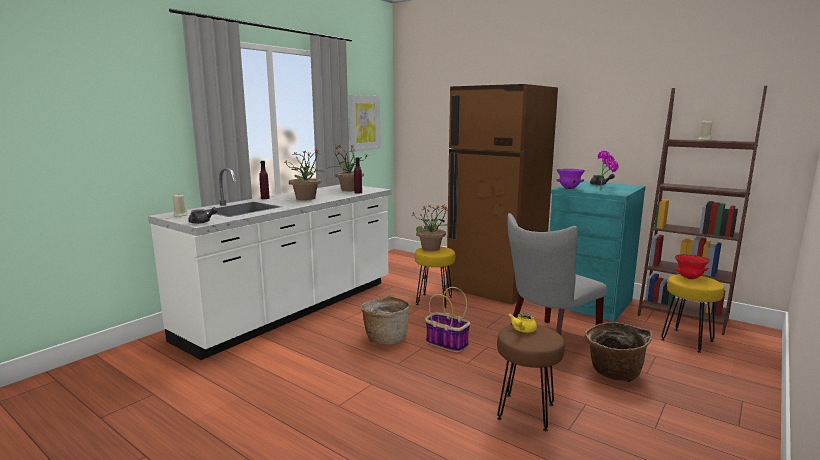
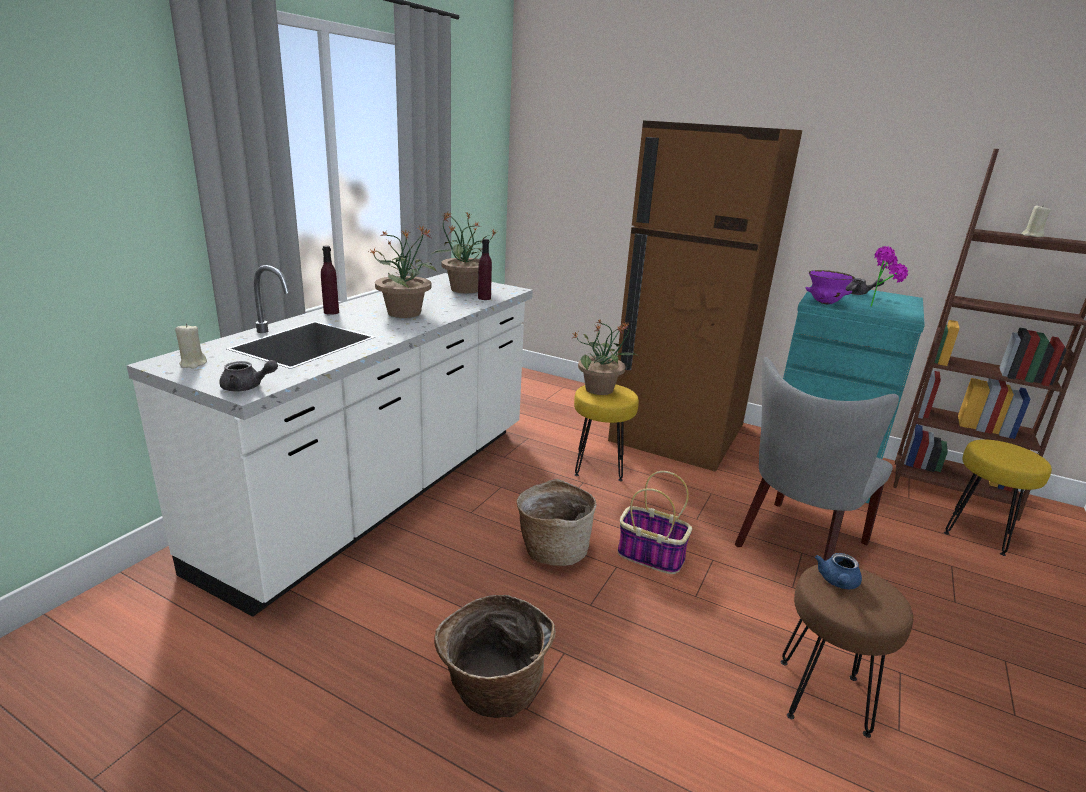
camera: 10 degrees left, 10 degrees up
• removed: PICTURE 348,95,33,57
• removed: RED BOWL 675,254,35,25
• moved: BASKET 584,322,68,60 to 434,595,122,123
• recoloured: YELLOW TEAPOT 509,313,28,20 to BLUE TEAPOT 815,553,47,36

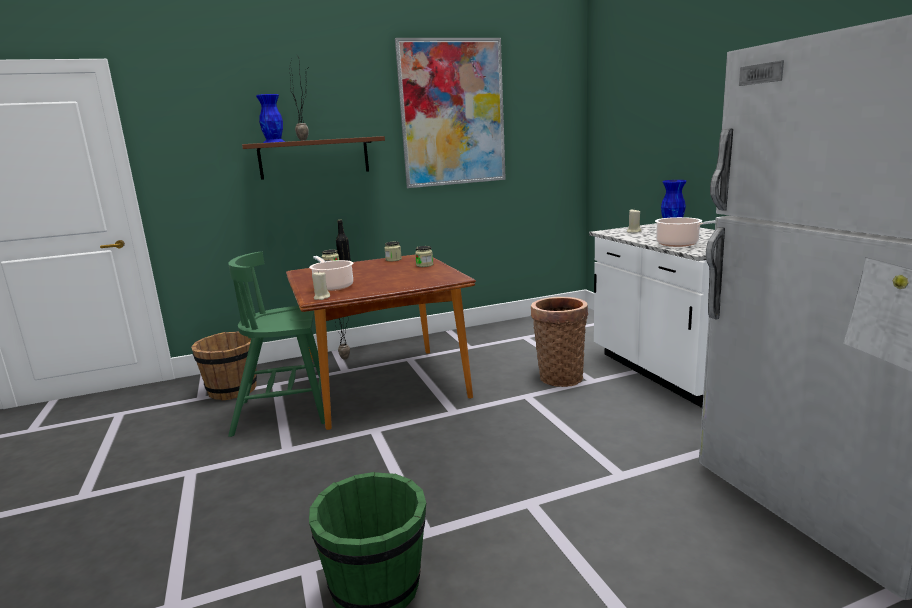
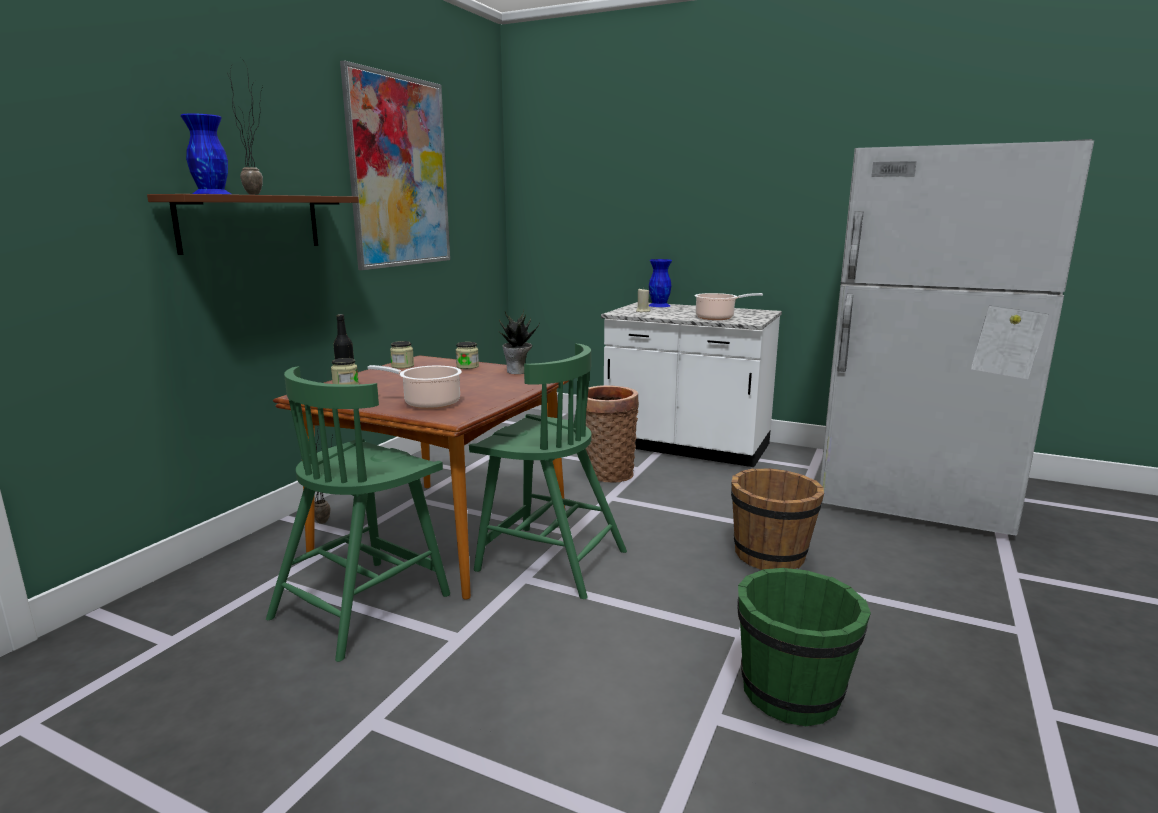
camera: 45 degrees left, 0 degrees up
• removed: BEIGE CANDLE 312,271,18,29
• added: GREEN CHAIR 469,344,158,255
• added: POTTED PLANT 498,310,42,64
• moved: BROWN BUCKET 191,331,66,69 to 731,468,93,102

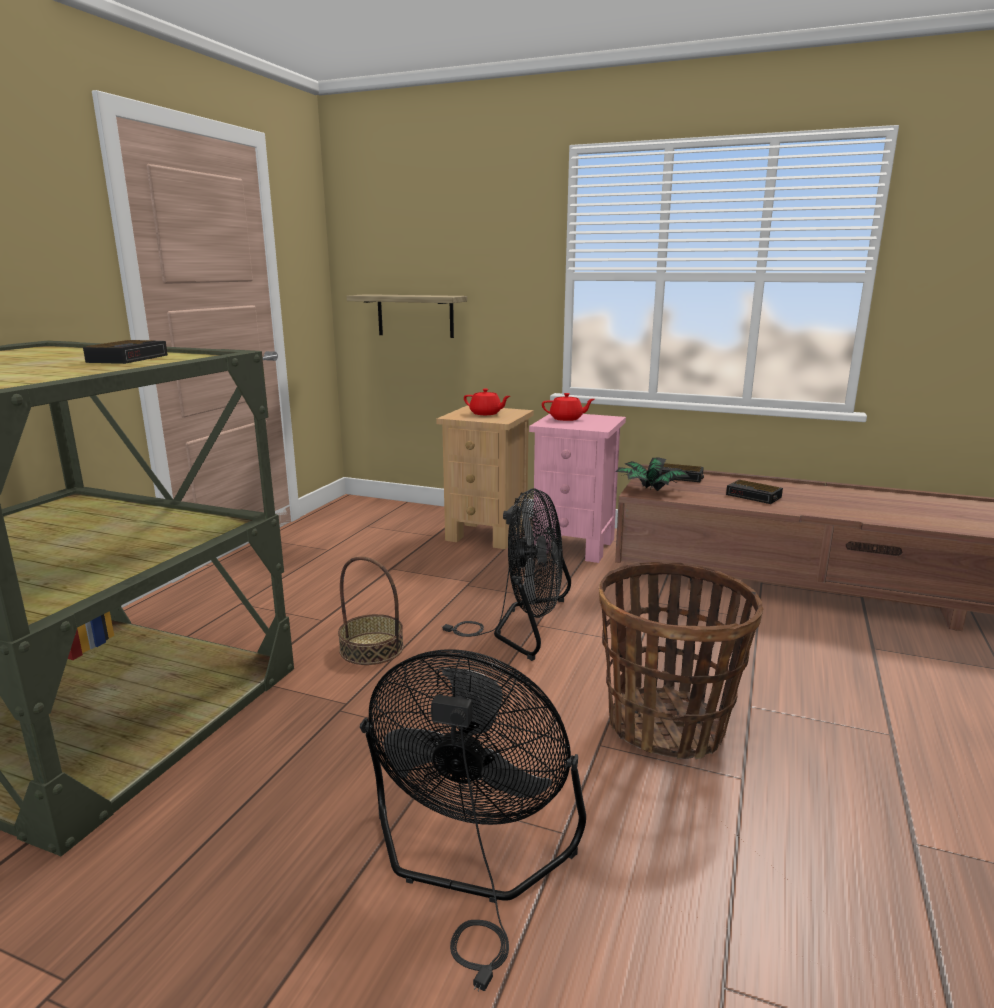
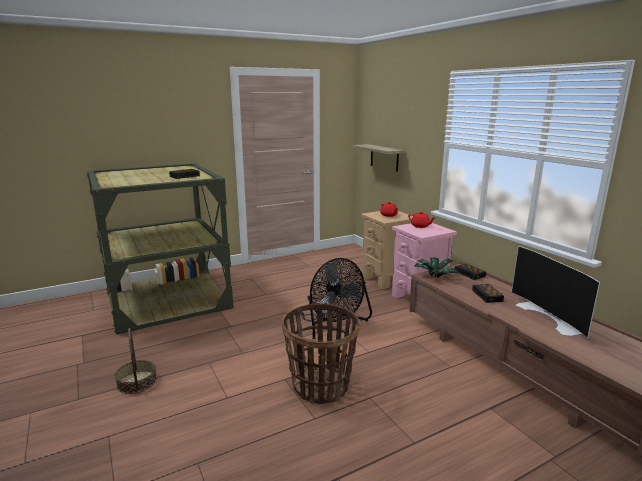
camera: 40 degrees right, 0 degrees up
• removed: BLACK FAN 360,649,226,343
• added: TELEVISION 511,246,89,92
• moved: BASKET 338,556,66,109 to 115,328,42,66

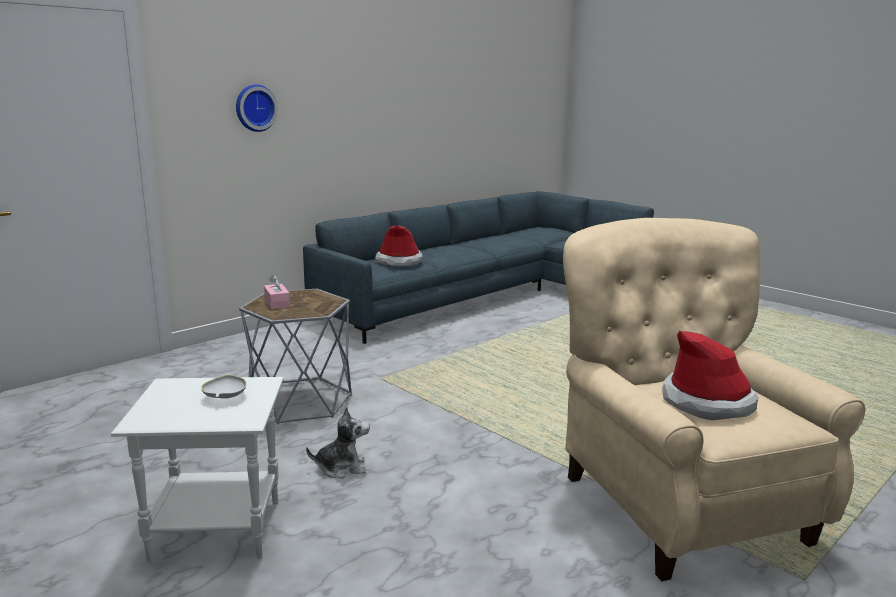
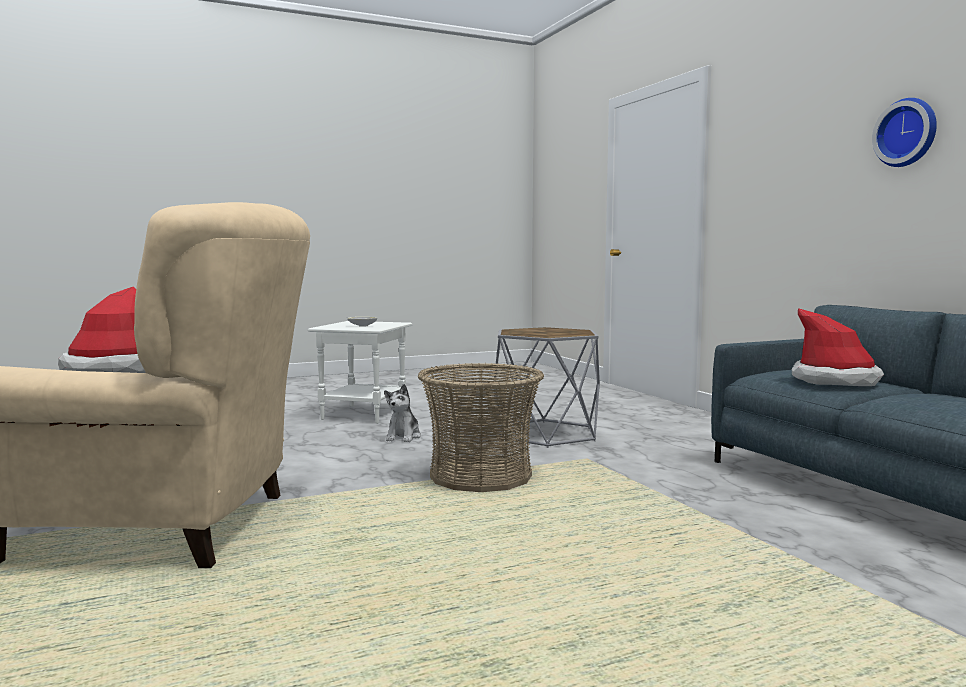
camera: 110 degrees right, 10 degrees down
• removed: PINK TISSUE BOX 264,275,26,34
• added: BASKET 418,363,126,129
• moved: WALL CLOCK 236,84,42,48 to 872,98,65,69

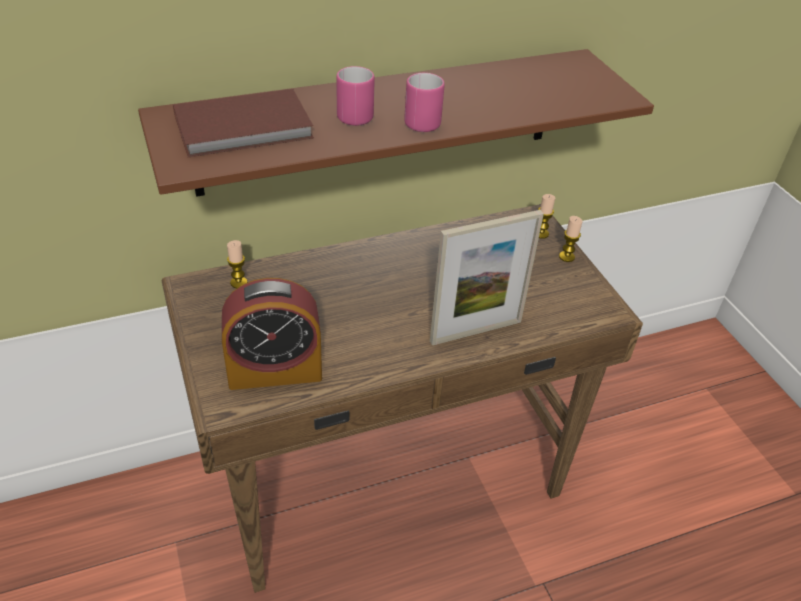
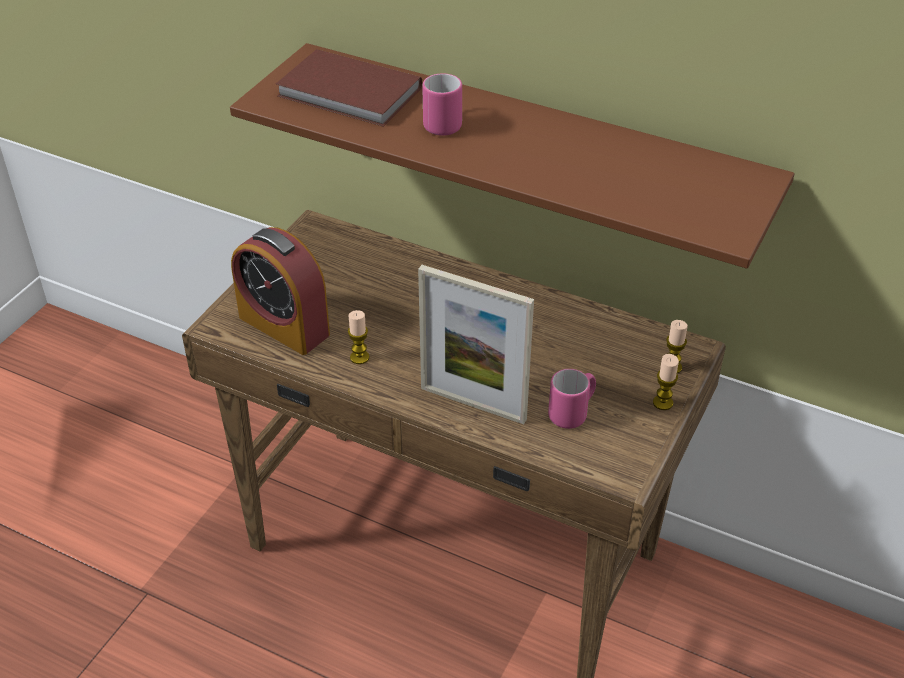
camera: 50 degrees right, 0 degrees up
• moved: CANDLE 227,240,21,48 to 348,310,22,54
• moved: PINK MUG 404,73,41,59 to 548,369,48,60

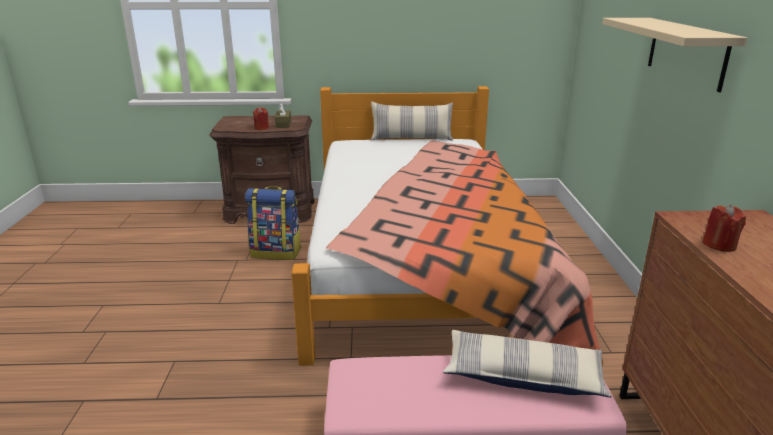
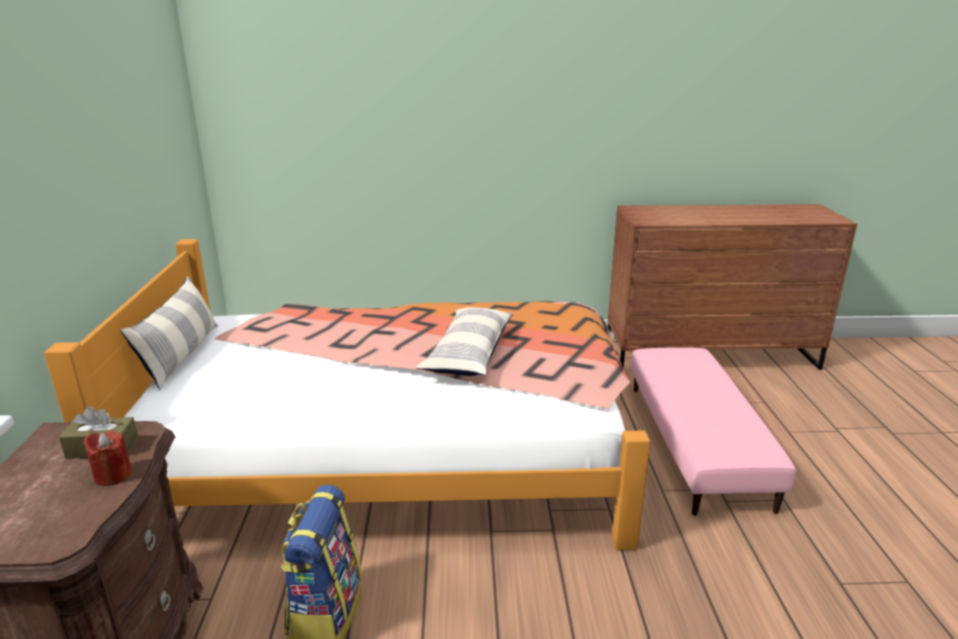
camera: 90 degrees left, 0 degrees up
• removed: BEIGE SHELF 602,18,145,74
• removed: RED CANDLE 702,205,44,47
• moved: PILLOW 443,330,169,67 to 416,307,97,69

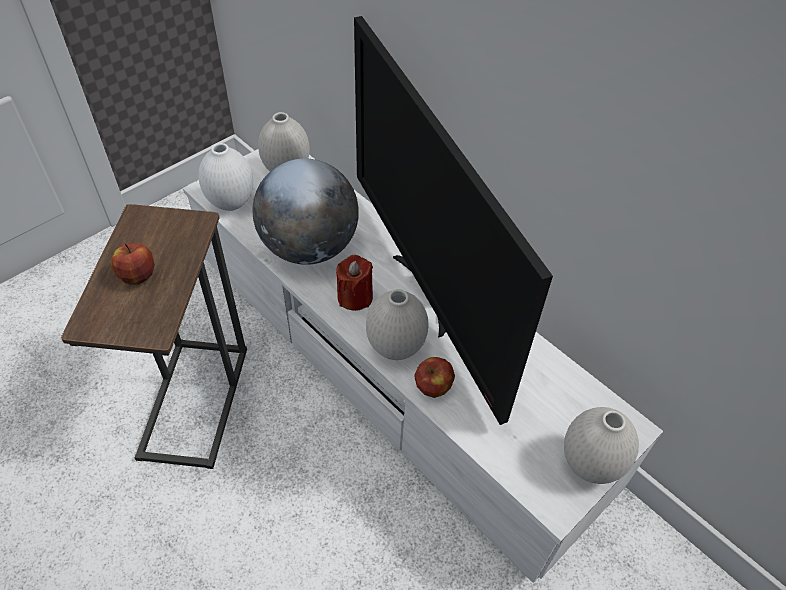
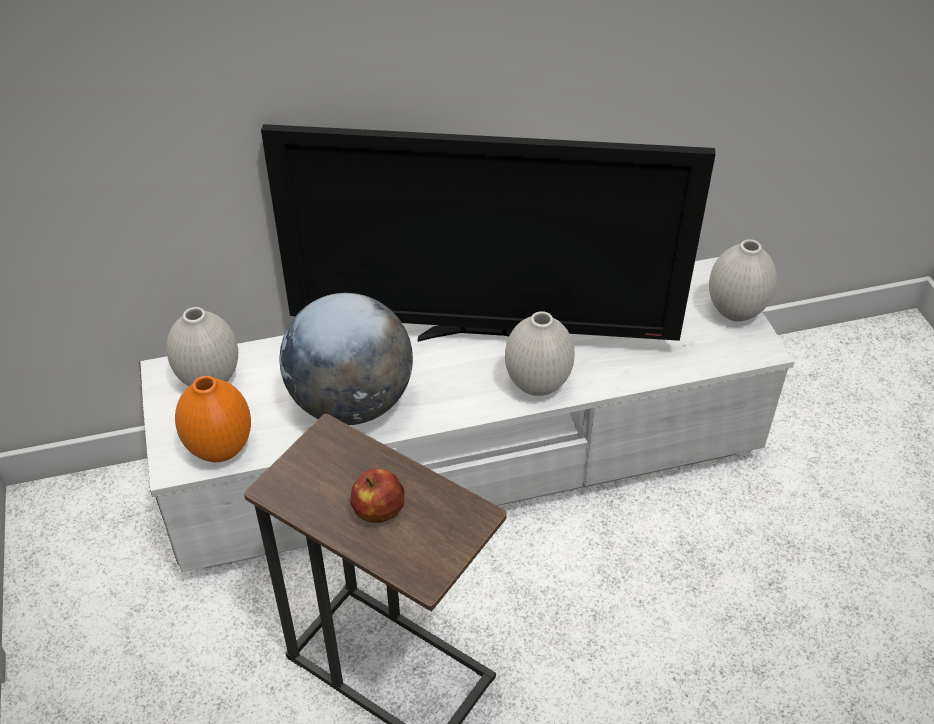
camera: 60 degrees left, 5 degrees down
• removed: RED CANDLE 336,255,37,56
• removed: APPLE 415,357,40,41
• recoloured: WHITE VASE 198,143,55,68 to ORANGE VASE 175,376,76,86

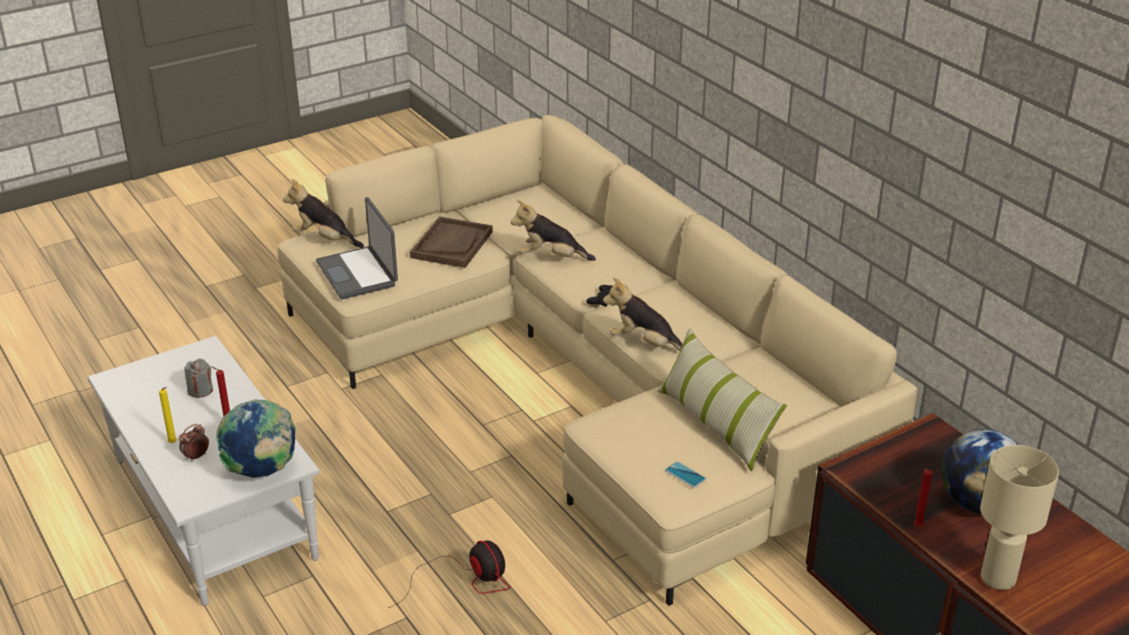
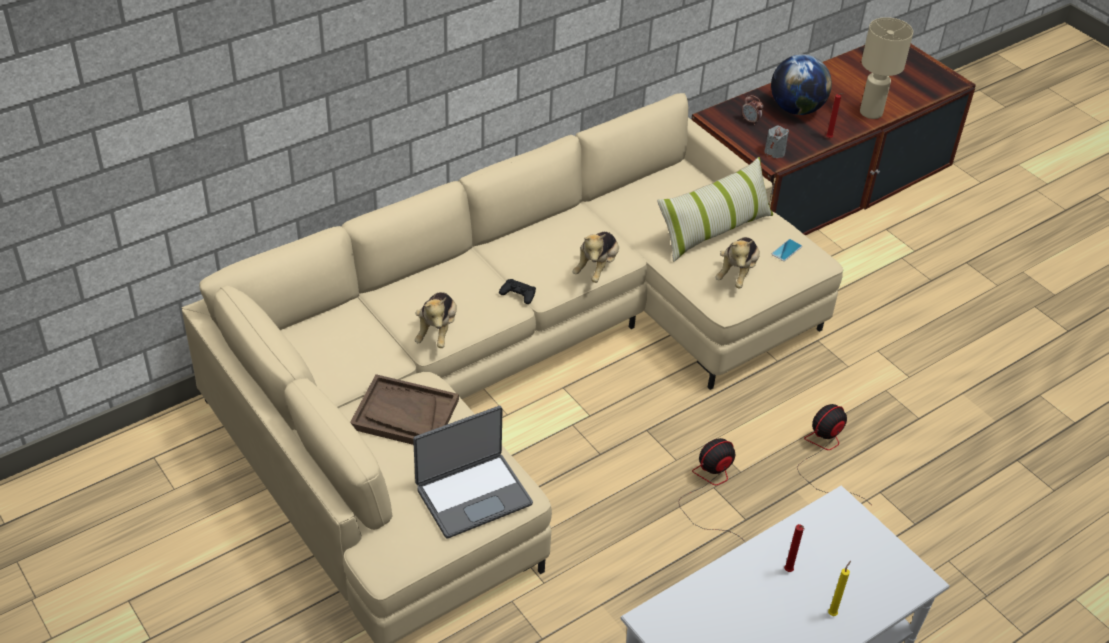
camera: 95 degrees left, 10 degrees up
• removed: GLOBE 216,399,80,79
• added: FAN 679,438,66,104
• moved: ALARM CLOCK 179,424,30,38 to 742,95,22,30
• moved: GREY CANDLE 184,358,29,40 to 765,126,24,32
• moved: PLUSH TOY 283,179,81,69 to 715,237,45,51

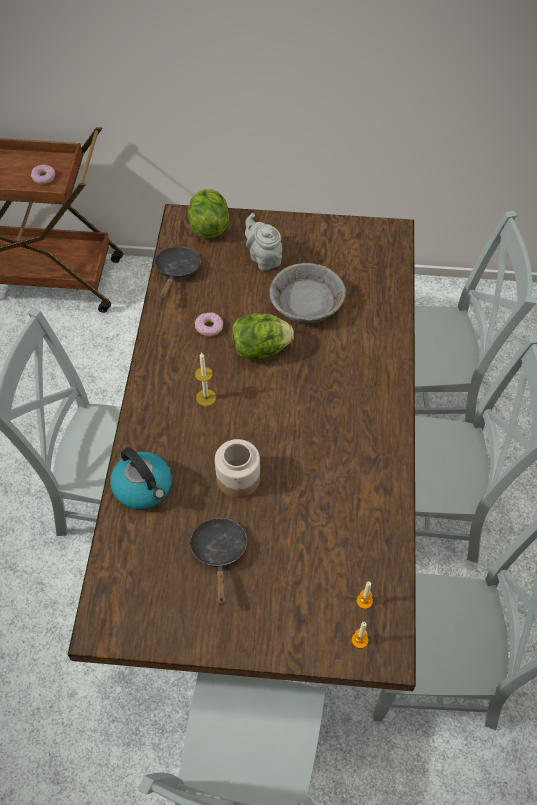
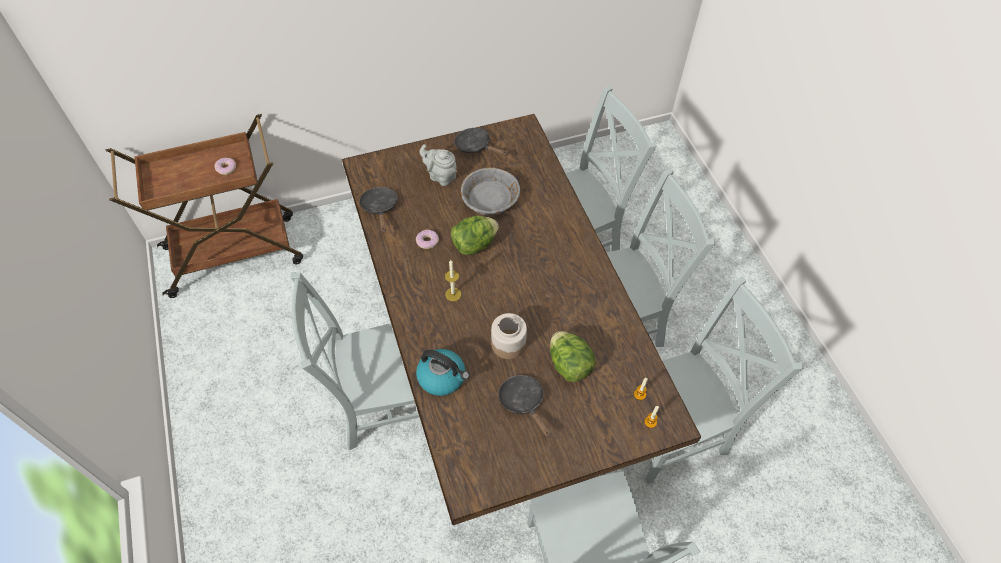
camera: 25 degrees left, 0 degrees up
• added: BLACK FRYING PAN 454,128,55,28
• moved: LETTUCE 187,188,42,51 to 550,331,46,51

